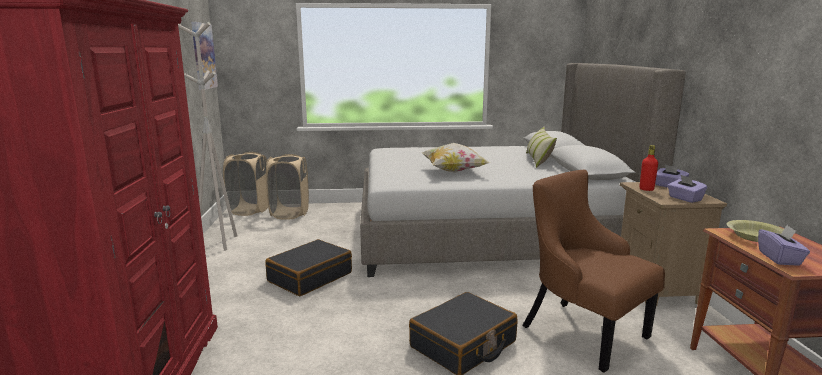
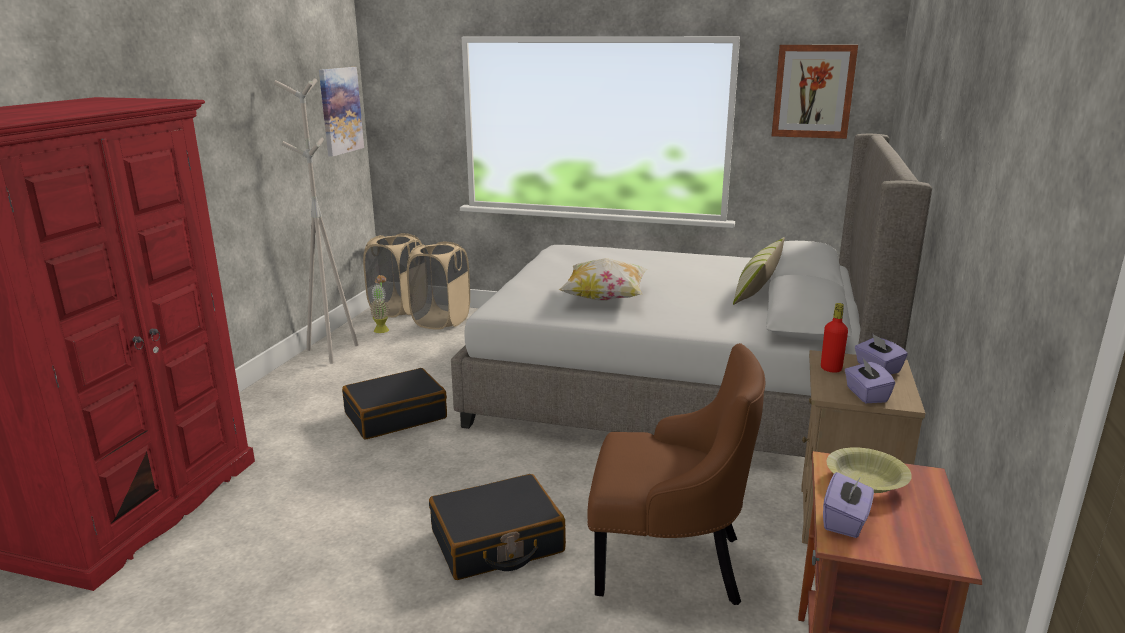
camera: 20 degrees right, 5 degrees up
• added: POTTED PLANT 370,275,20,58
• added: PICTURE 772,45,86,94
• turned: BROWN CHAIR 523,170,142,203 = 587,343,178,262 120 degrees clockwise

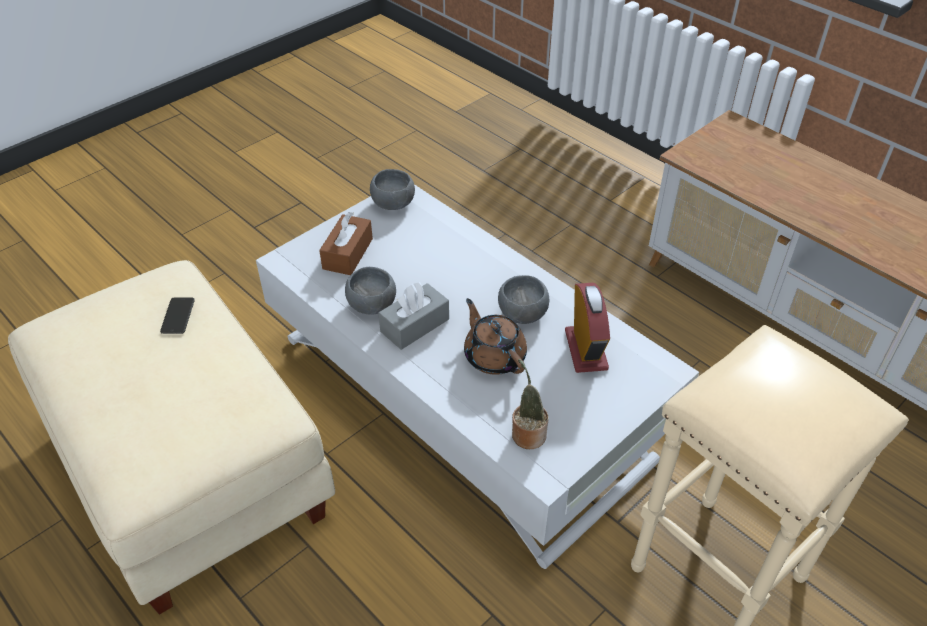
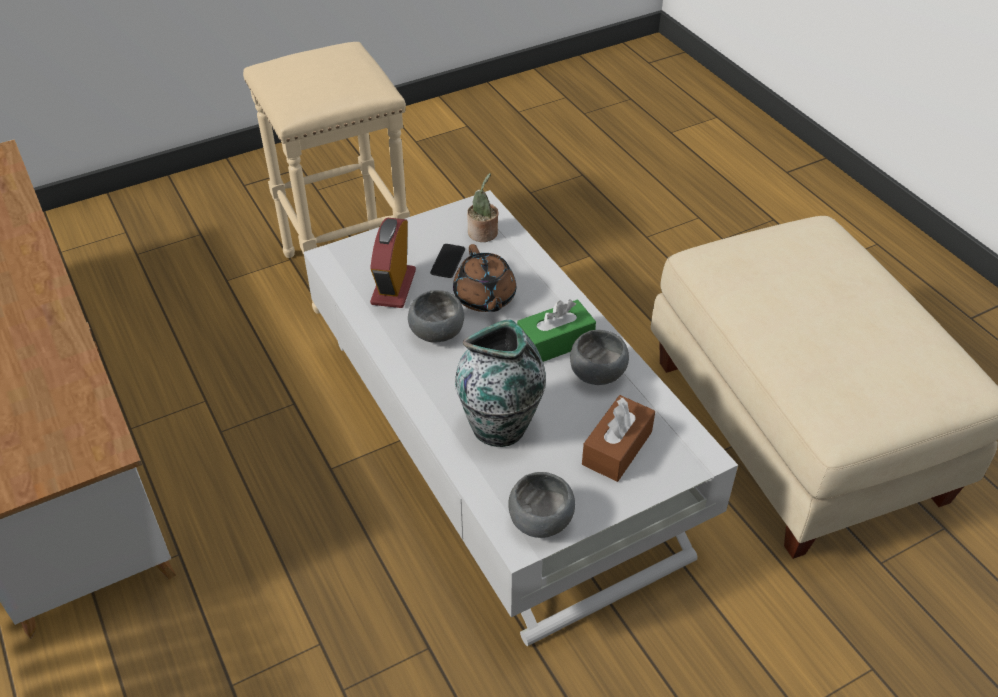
camera: 165 degrees left, 0 degrees up
• added: VASE 455,319,91,128
• moved: PHONE 160,297,35,37 to 430,244,35,34
• recoloured: GREY TISSUE BOX 378,283,71,67 to GREEN TISSUE BOX 517,299,79,63

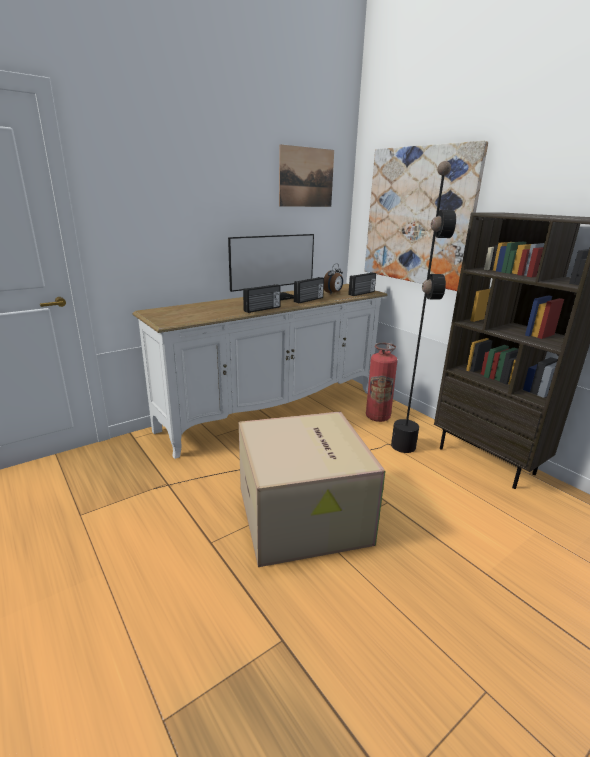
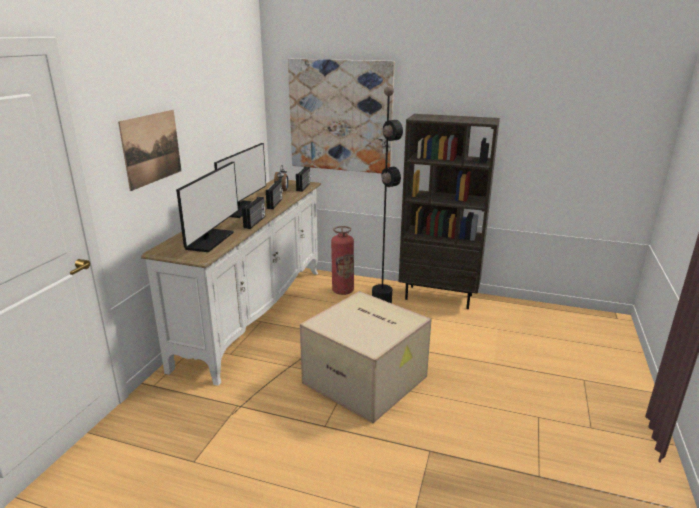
camera: 35 degrees left, 0 degrees up
• added: MONITOR 176,161,63,91
• moved: PICTURE 279,144,55,63 to 118,110,63,81

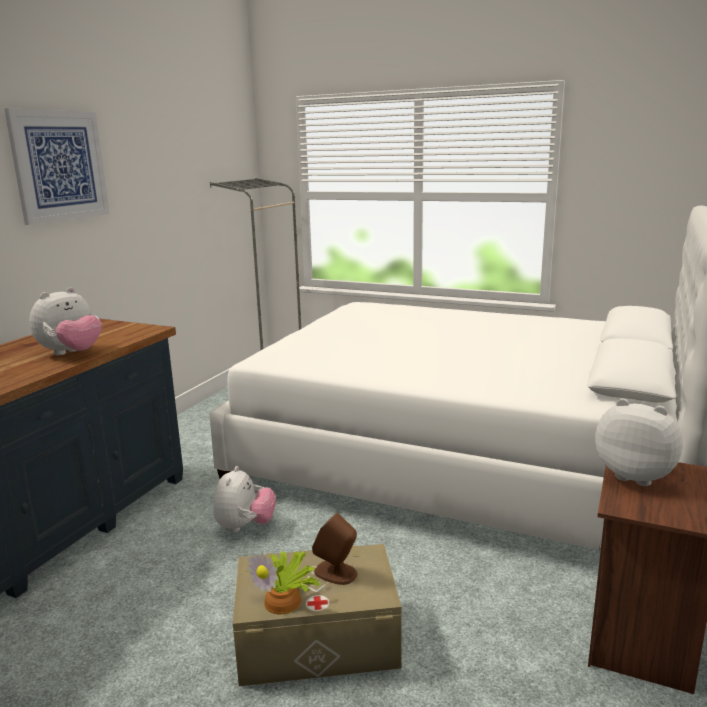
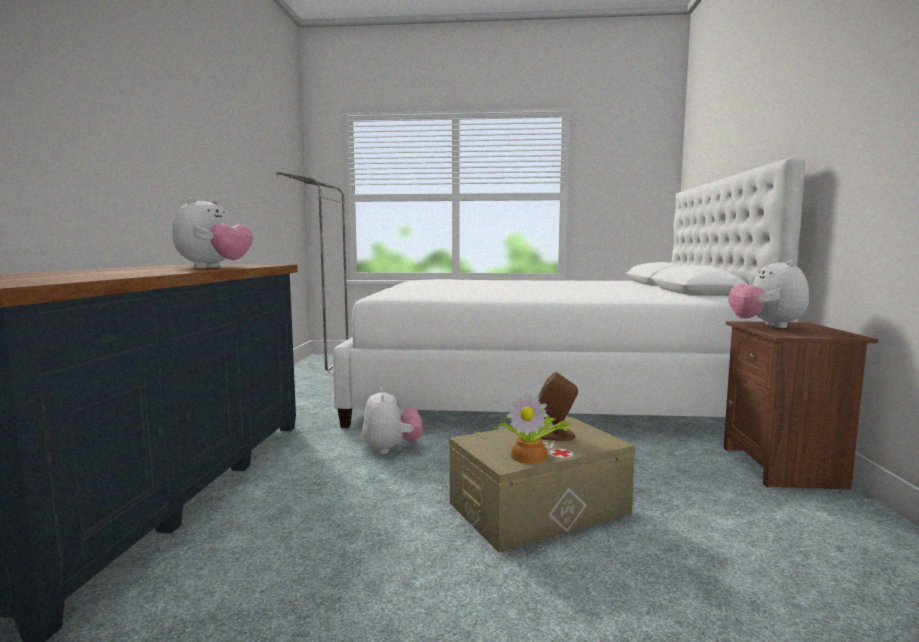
camera: 20 degrees left, 10 degrees down
• removed: PICTURE 4,108,106,117
• turned: PLUSH TOY 595,398,88,88 = 728,259,81,69 105 degrees counterclockwise

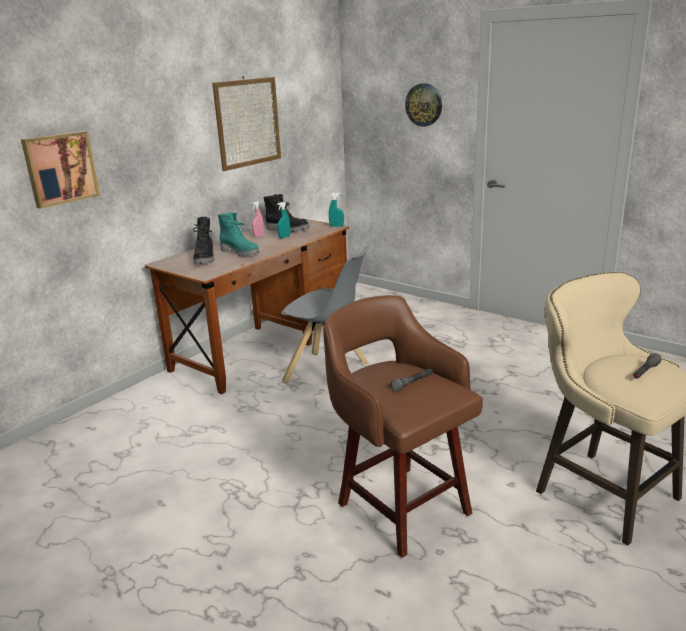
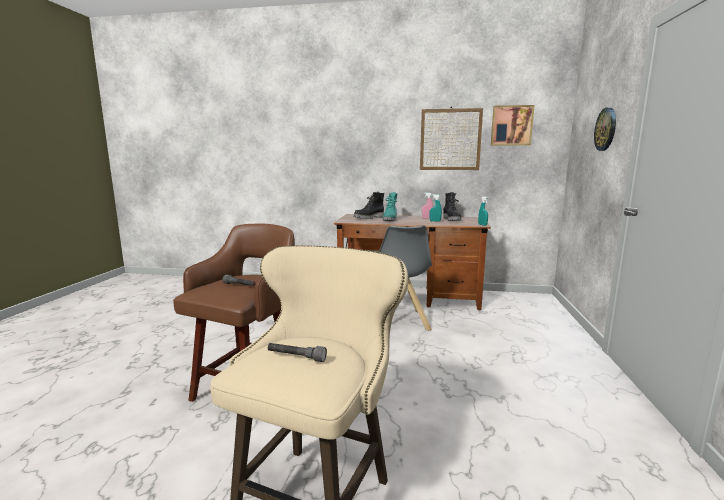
camera: 60 degrees right, 10 degrees down
• moved: PICTURE 21,131,79,78 to 491,105,44,40

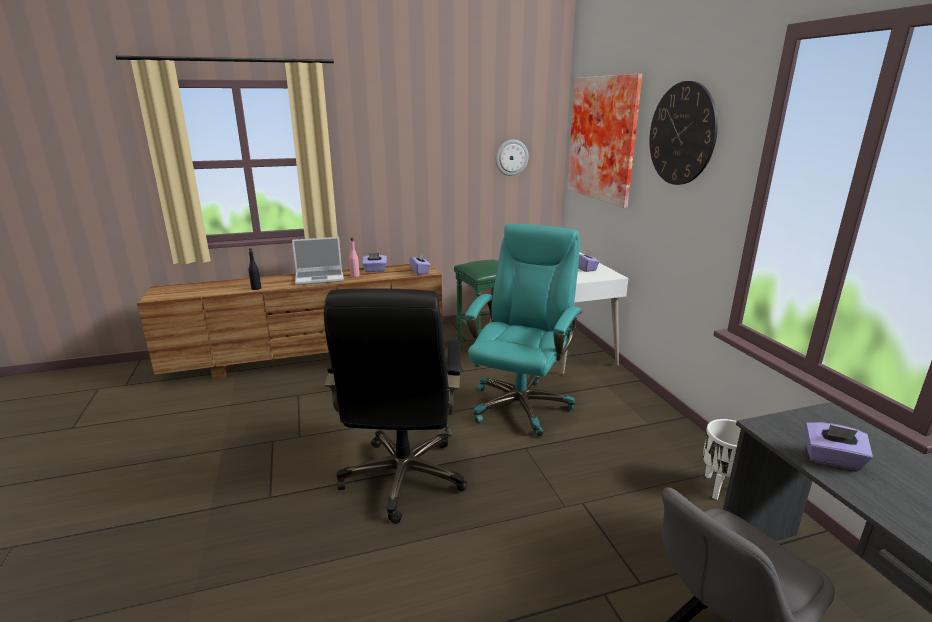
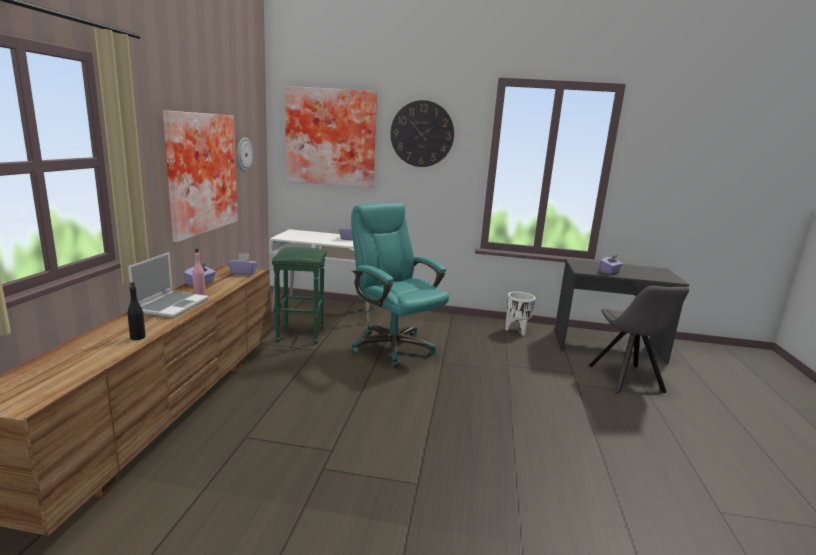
camera: 65 degrees left, 5 degrees down
• removed: BLACK OFFICE CHAIR 324,288,143,236
• added: PICTURE 163,110,75,132

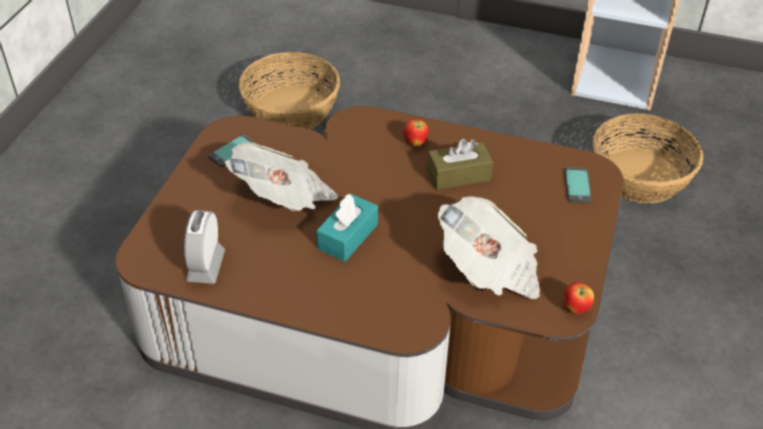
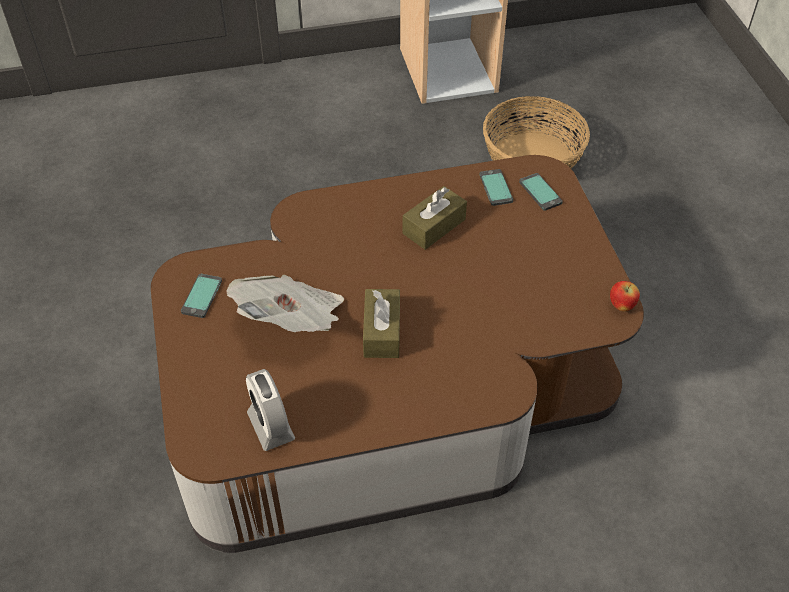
camera: 30 degrees left, 5 degrees up
• removed: BASKET 239,52,101,77
• removed: APPLE 403,120,26,26
• removed: NEWSPAPER 438,196,102,103
• added: PHONE 480,169,33,37
• recoloured: TURQUOISE TISSUE BOX 316,194,62,68 to BROWN TISSUE BOX 363,289,37,69

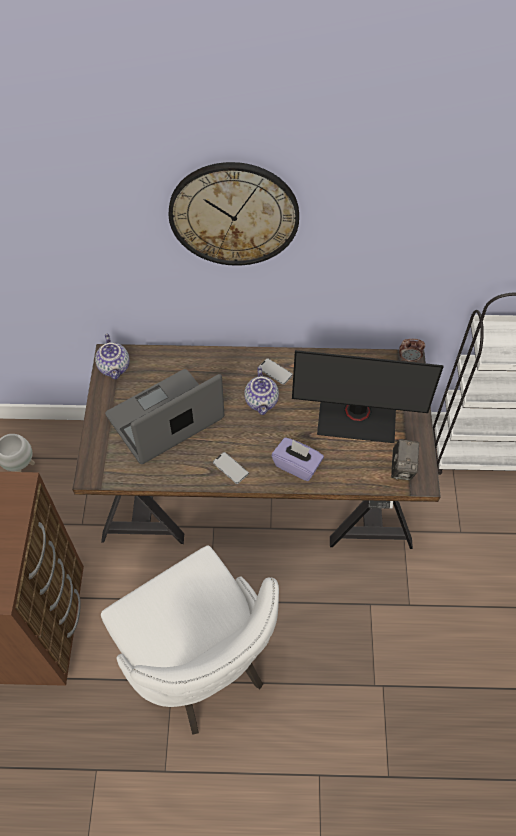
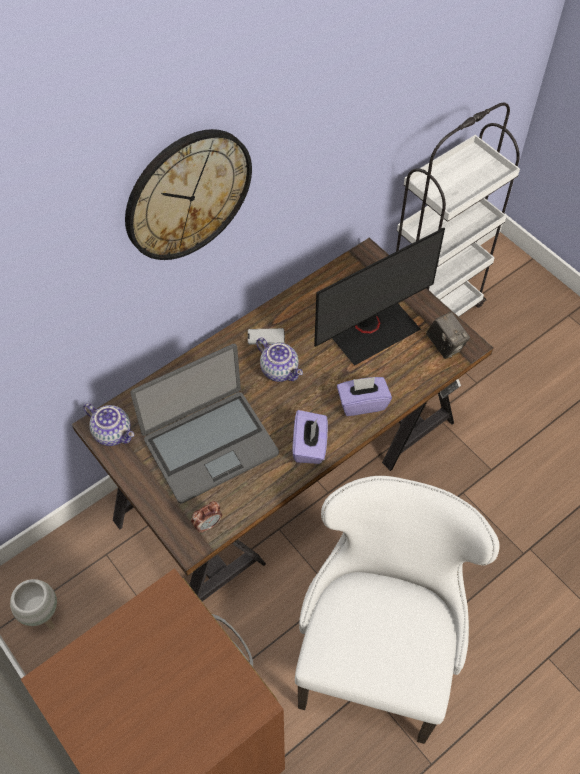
camera: 40 degrees left, 0 degrees up
• moved: ALARM CLOCK 399,339,26,23 to 191,501,31,32
• replaced: PHONE 213,452,36,32 to PURPLE TISSUE BOX 293,410,35,54
• turned: WHITE CHAIR 101,546,178,189 = 295,476,205,268 90 degrees counterclockwise
• turned: LAPTOP 105,369,119,95 = 131,344,148,160 135 degrees counterclockwise

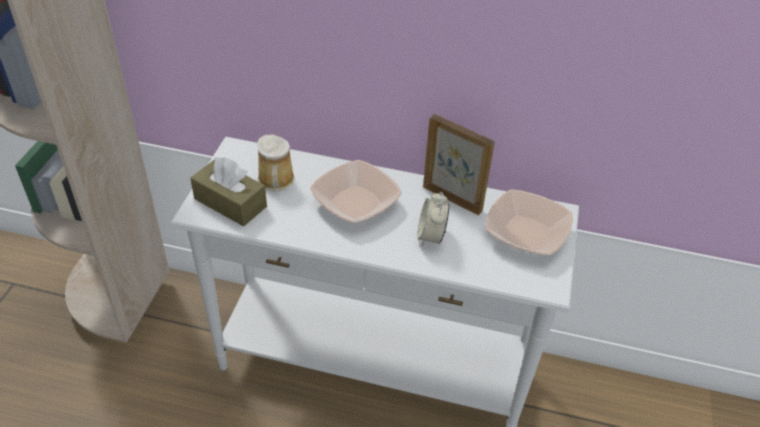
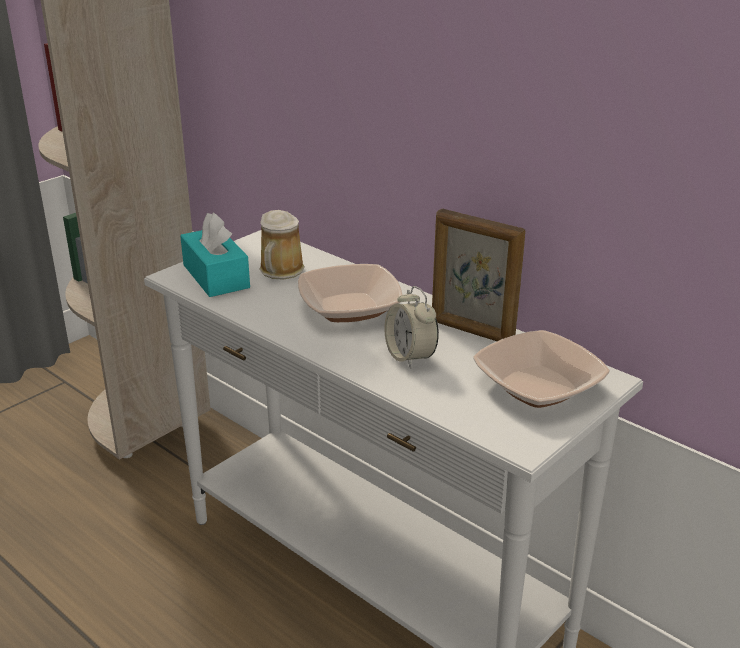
camera: 30 degrees right, 15 degrees down
• recoloured: BROWN TISSUE BOX 190,158,77,68 to TURQUOISE TISSUE BOX 180,212,70,85
• turned: ALARM CLOCK 417,192,32,54 = 384,286,55,83 60 degrees counterclockwise
• turned: PICTURE FRAME 423,114,72,101 = 432,209,93,132 150 degrees clockwise

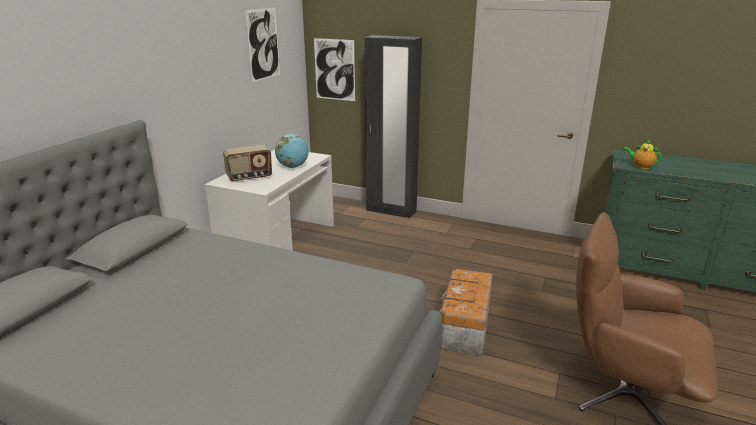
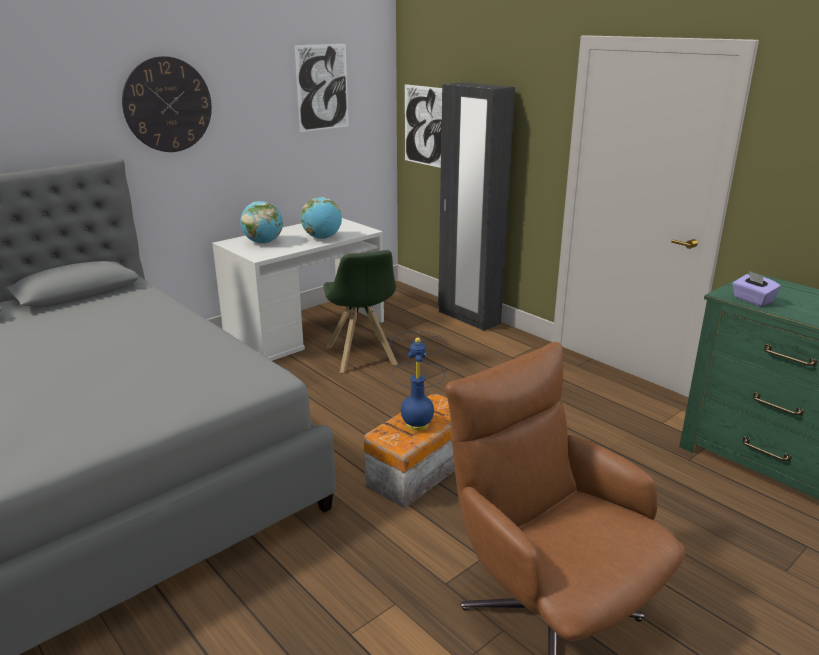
camera: 25 degrees right, 0 degrees up
• added: WALL CLOCK 122,56,90,96
• added: GREEN CHAIR 324,250,74,124
• added: BLUE TABLE LAMP 390,331,55,100
• replaced: RADIO 223,145,49,37 to GLOBE 240,201,43,43
• replaced: TEAPOT 624,139,38,30 to PURPLE TISSUE BOX 732,271,49,36

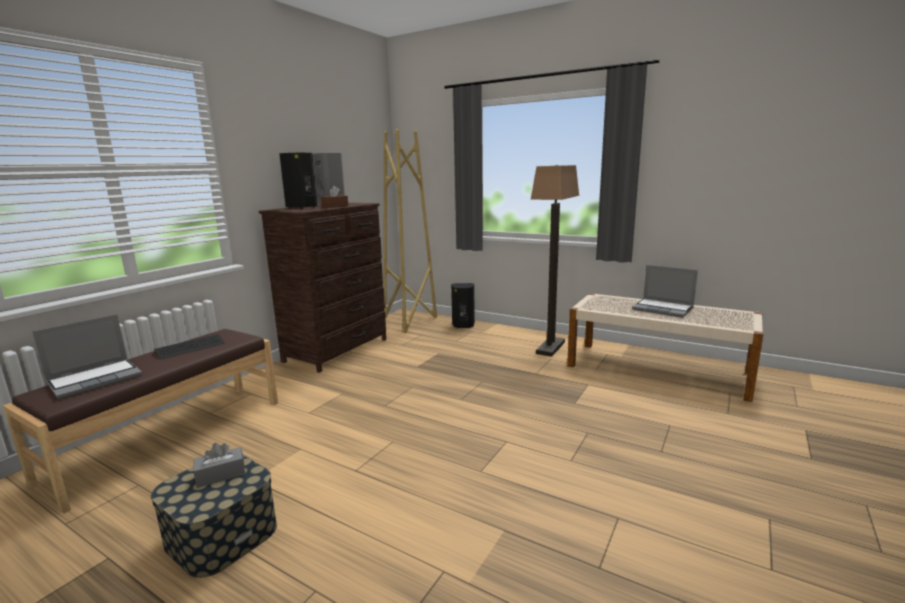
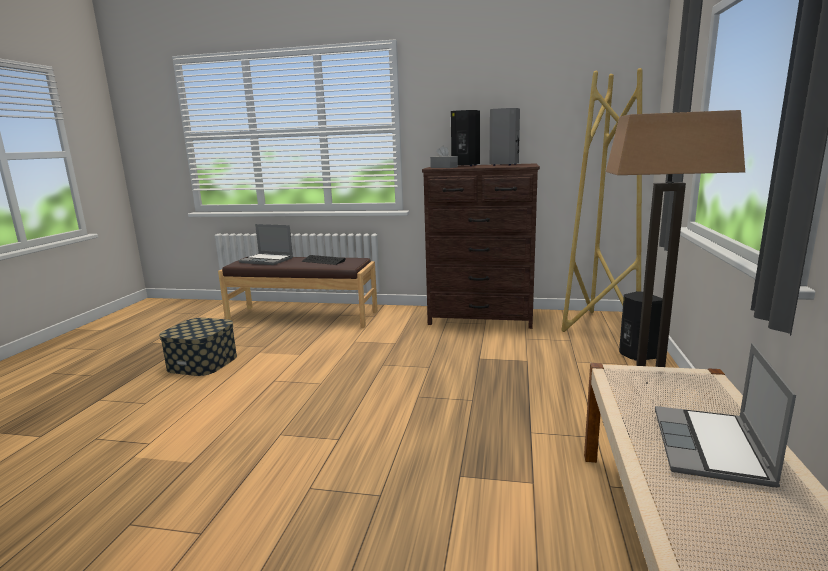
camera: 70 degrees right, 0 degrees up
• removed: BROWN TISSUE BOX 321,186,27,22
• moved: GREY TISSUE BOX 194,443,51,45 to 430,146,28,22

